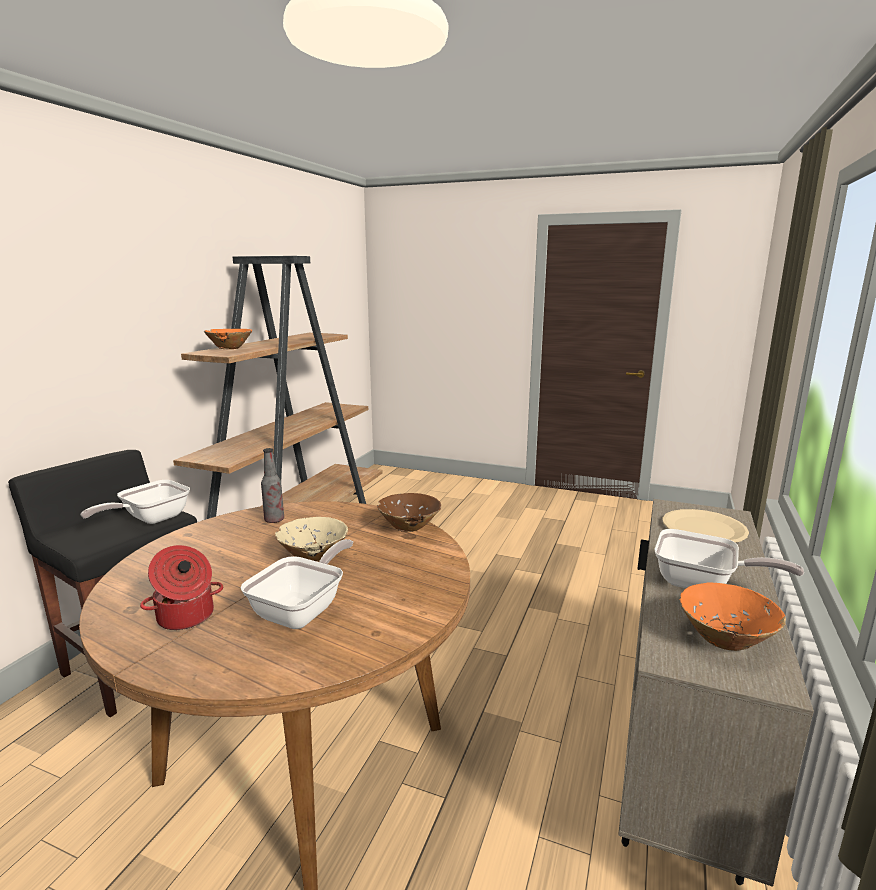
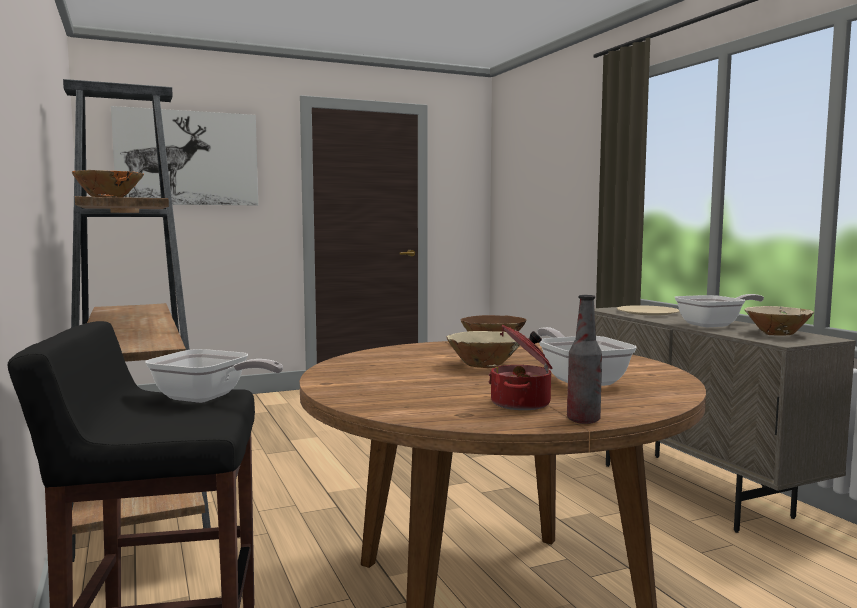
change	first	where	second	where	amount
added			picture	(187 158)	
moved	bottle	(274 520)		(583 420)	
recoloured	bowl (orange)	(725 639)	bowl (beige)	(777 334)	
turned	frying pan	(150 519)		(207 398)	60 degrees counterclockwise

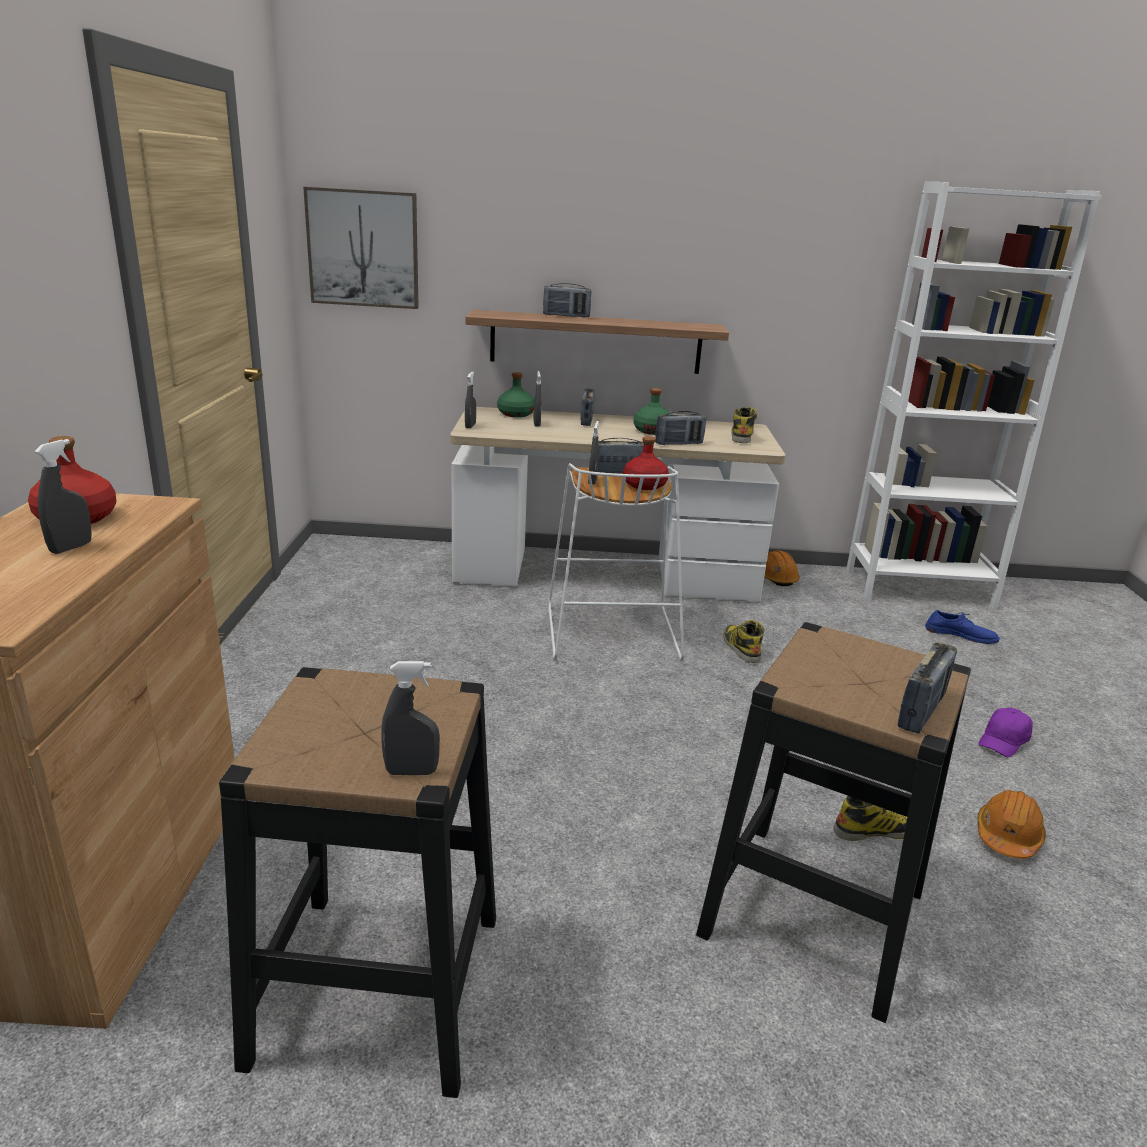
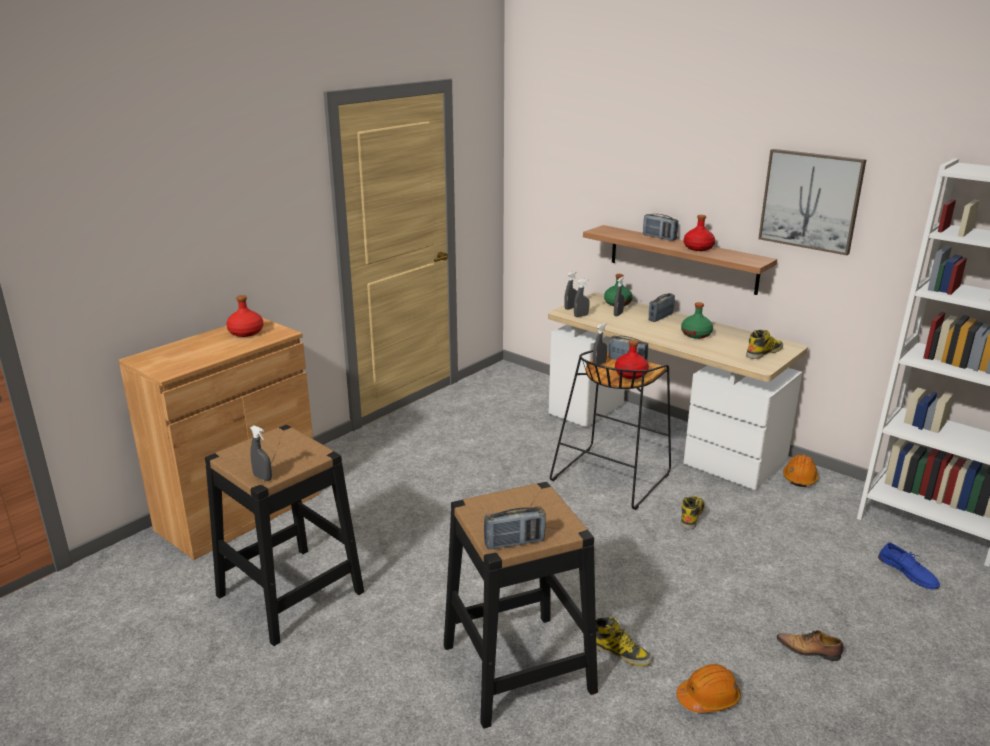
change	first	where	second	where	amount
removed	radio	(679 443)			
added			bottle (red)	(698 248)	
moved	spray bottle (grey)	(71 548)		(581 316)	
moved	picture	(363 248)		(810 200)	
replaced	cap (purple)	(1003 741)	shoe	(809 651)	
recoloured	stool (white)	(610 633)	stool (black)	(610 476)	

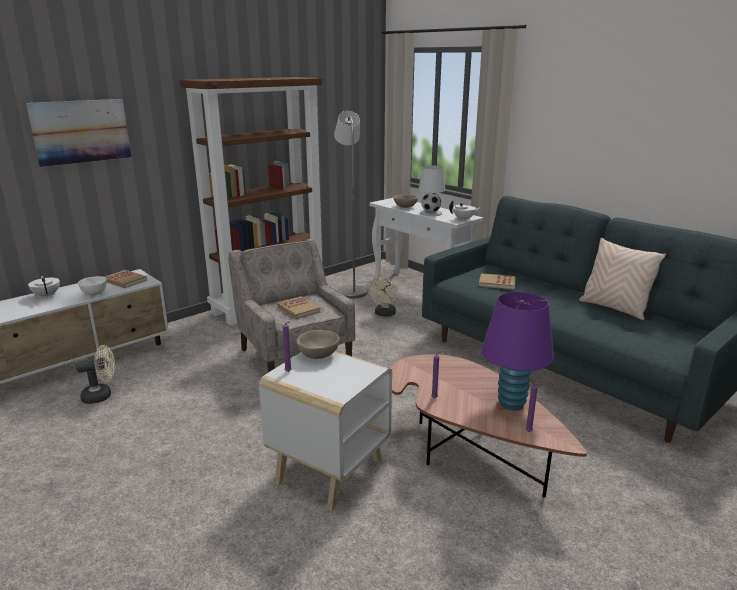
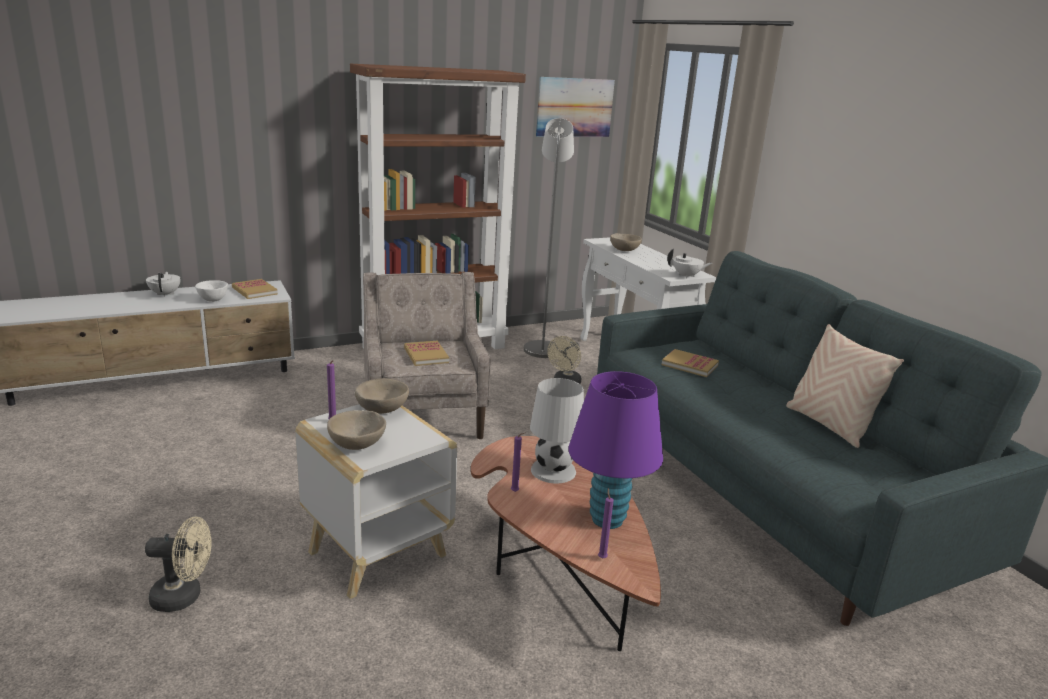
change	first	where	second	where	amount
added			bowl (beige)	(357 445)	
moved	picture	(81 131)		(575 107)	
moved	fan (beige)	(102 396)		(184 597)	
moved	table lamp (white)	(431 213)		(554 471)	

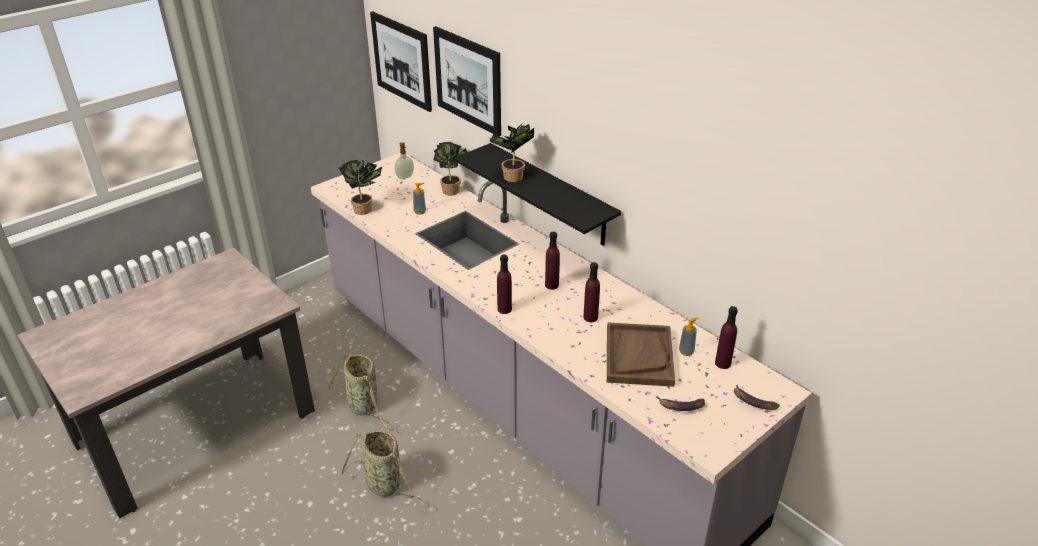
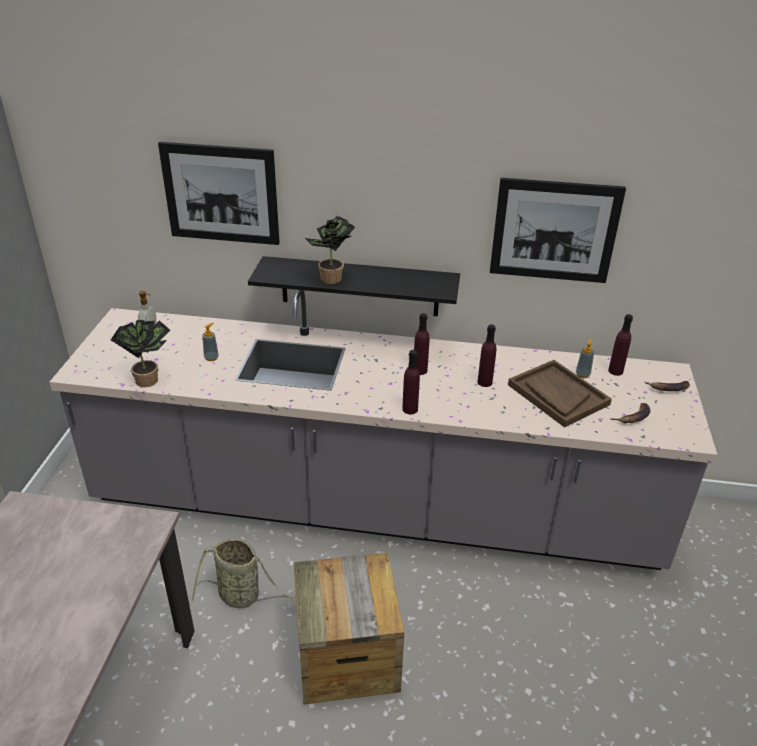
change	first	where	second	where	amount
removed	potted plant	(453 191)			
moved	picture	(402 61)		(554 231)	
replaced	basket	(386 486)	crate	(347 655)	

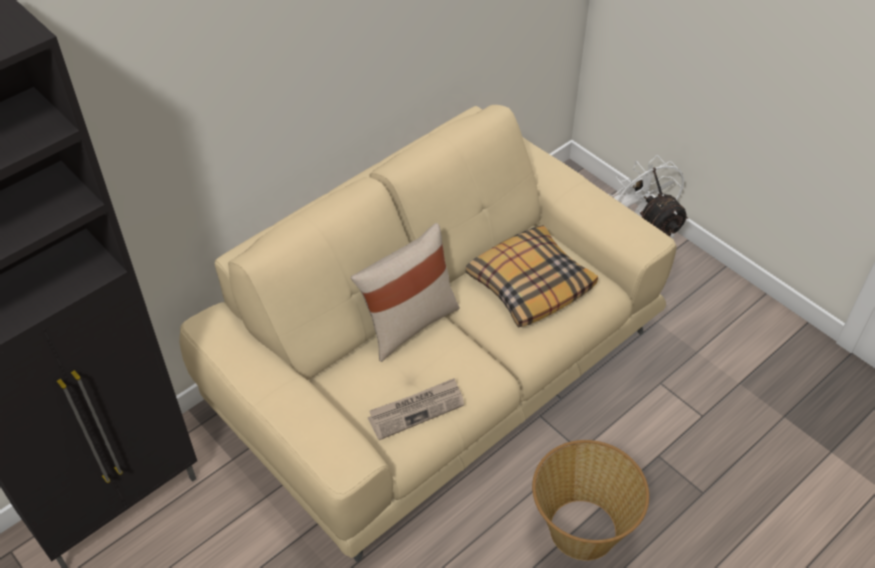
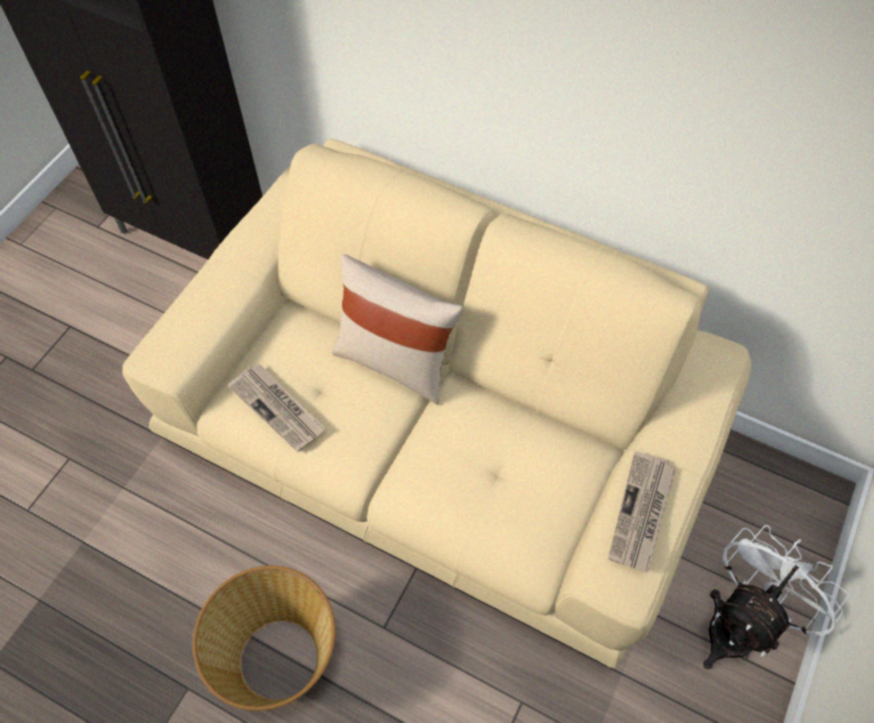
change	first	where	second	where	amount
removed	pillow	(529 284)			
added			newspaper	(642 513)	

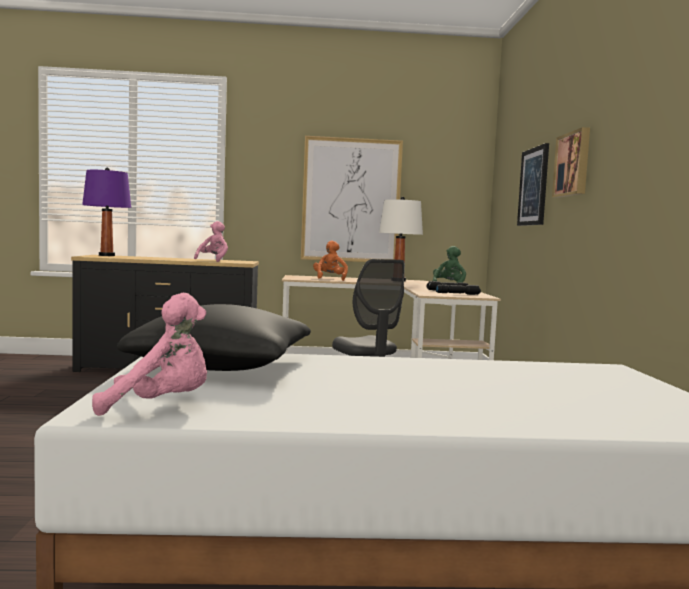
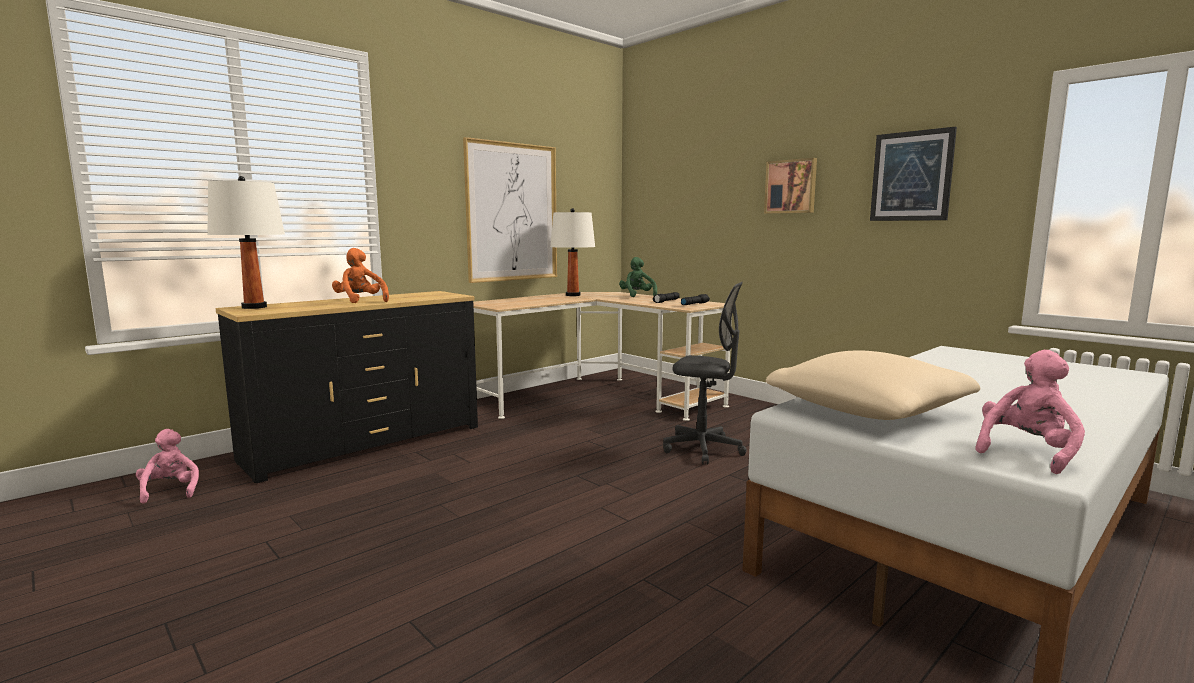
change	first	where	second	where	amount
moved	plush toy (pink)	(213 260)		(170 491)	
moved	plush toy (orange)	(330 279)		(360 301)	
moved	picture	(534 186)		(911 176)	
recoloured	table lamp (purple)	(106 255)	table lamp (white)	(254 307)	
recoloured	pillow (black)	(222 366)	pillow (beige)	(868 410)	

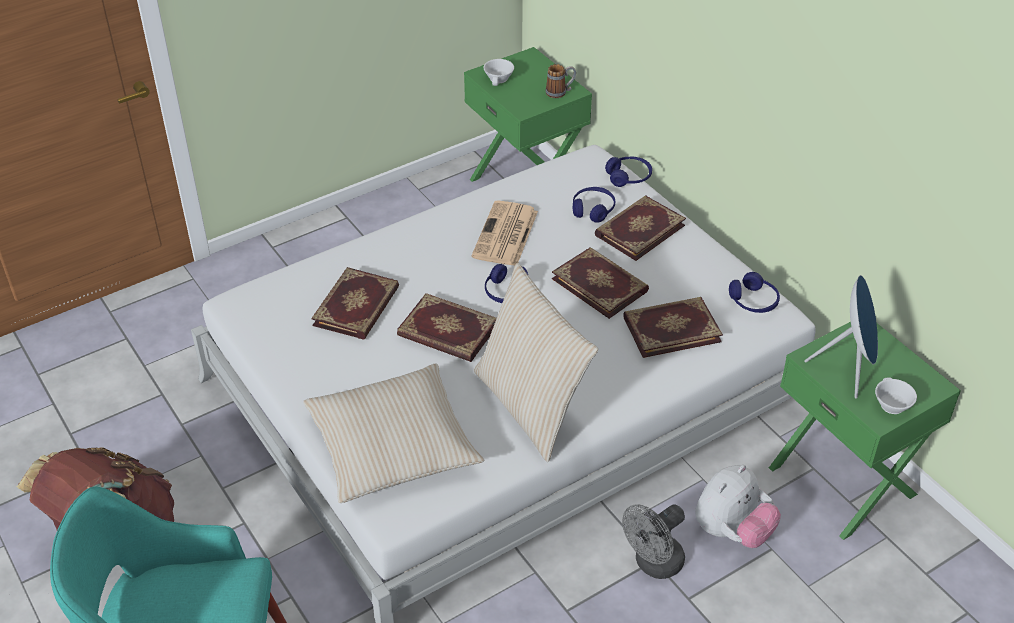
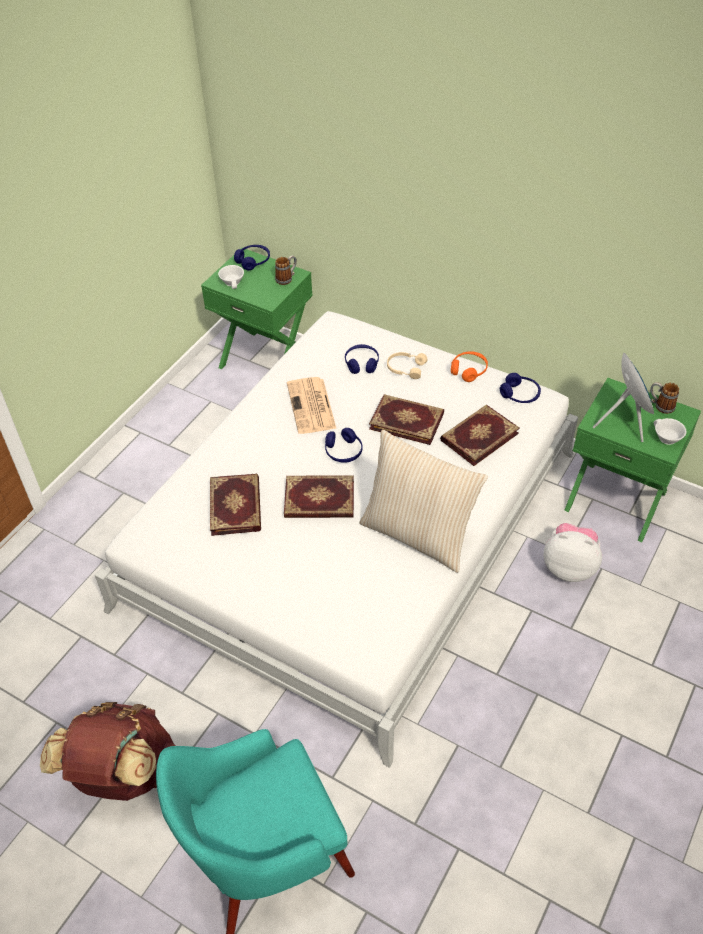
change	first	where	second	where	amount
removed	pillow (beige)	(392 445)			
removed	fan (grey)	(653 564)			
added			headphones (orange)	(468 370)	
added			mug	(660 406)	
moved	headphones (blue)	(629 177)		(253 261)	
replaced	book	(638 230)	headphones (beige)	(405 368)	
turned	plush toy	(732 531)		(569 567)	90 degrees counterclockwise

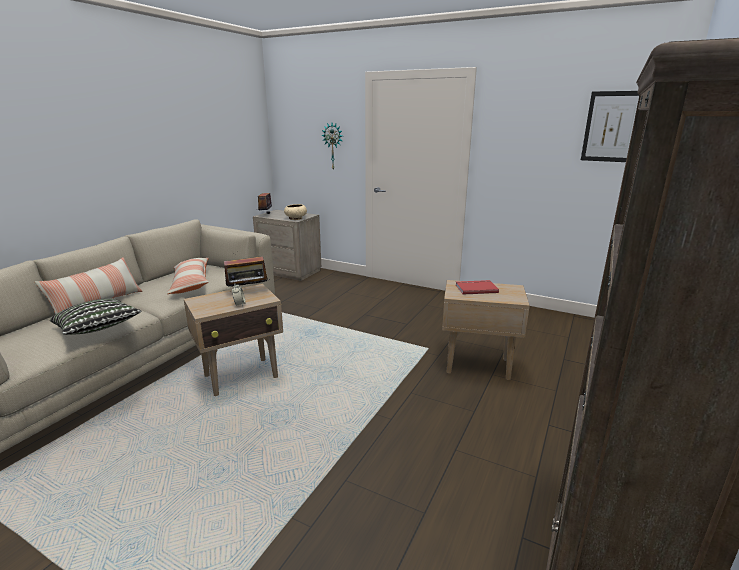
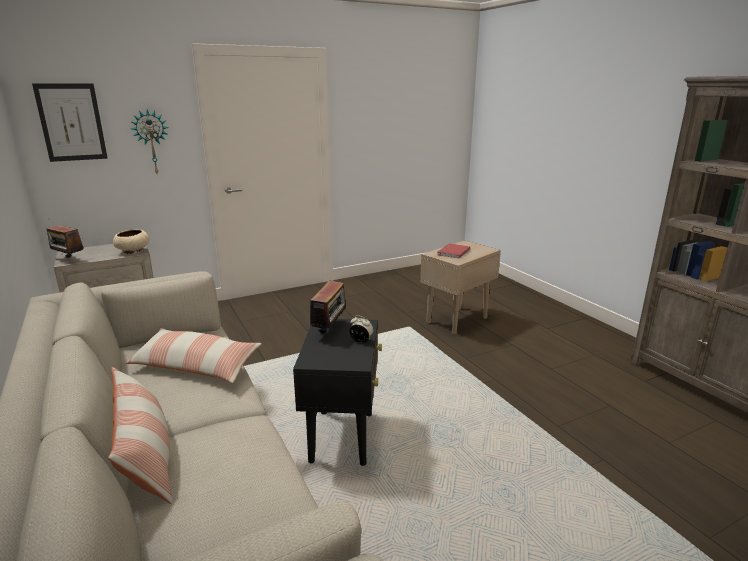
change	first	where	second	where	amount
removed	pillow	(98 329)			
moved	picture	(611 127)		(71 122)	
recoloured	side table (beige)	(242 376)	side table (black)	(342 436)	

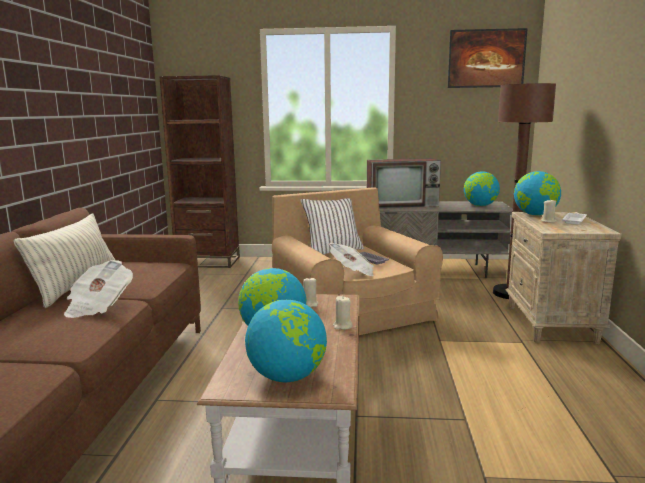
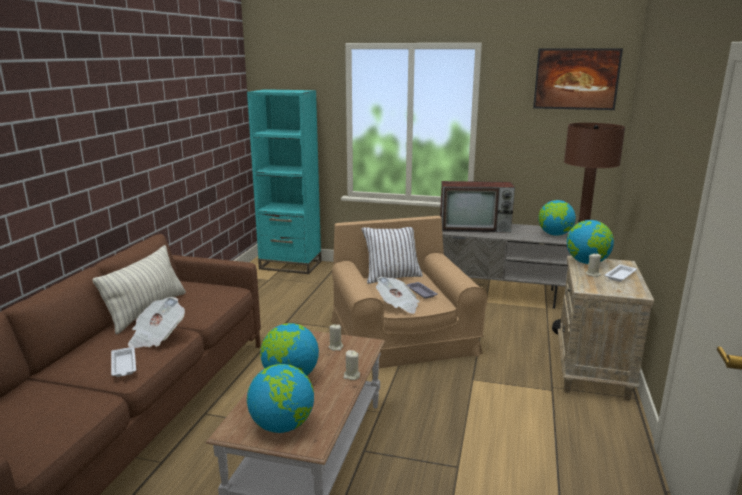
change	first	where	second	where	amount
added			tray (white)	(124 365)	
recoloured	bookcase (brown)	(208 262)	bookcase (turquoise)	(290 265)	

